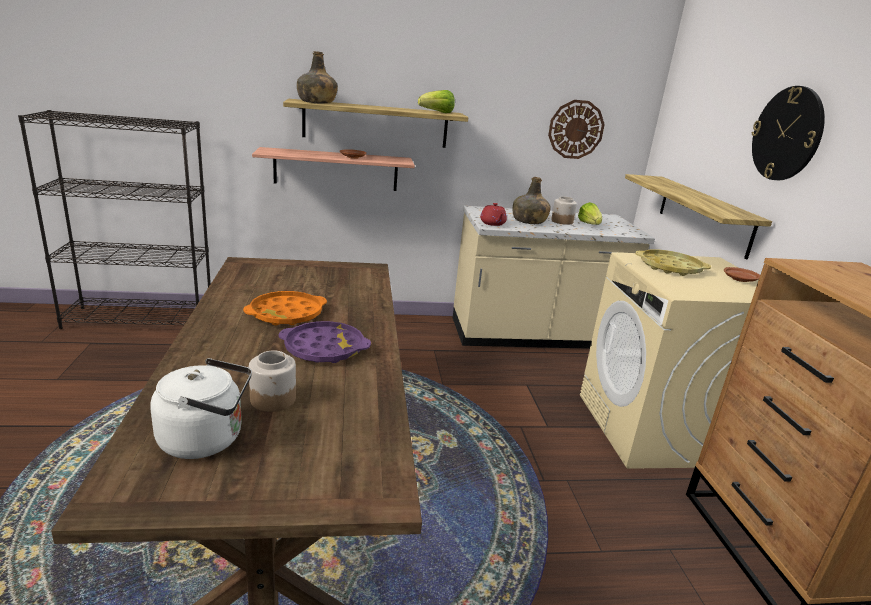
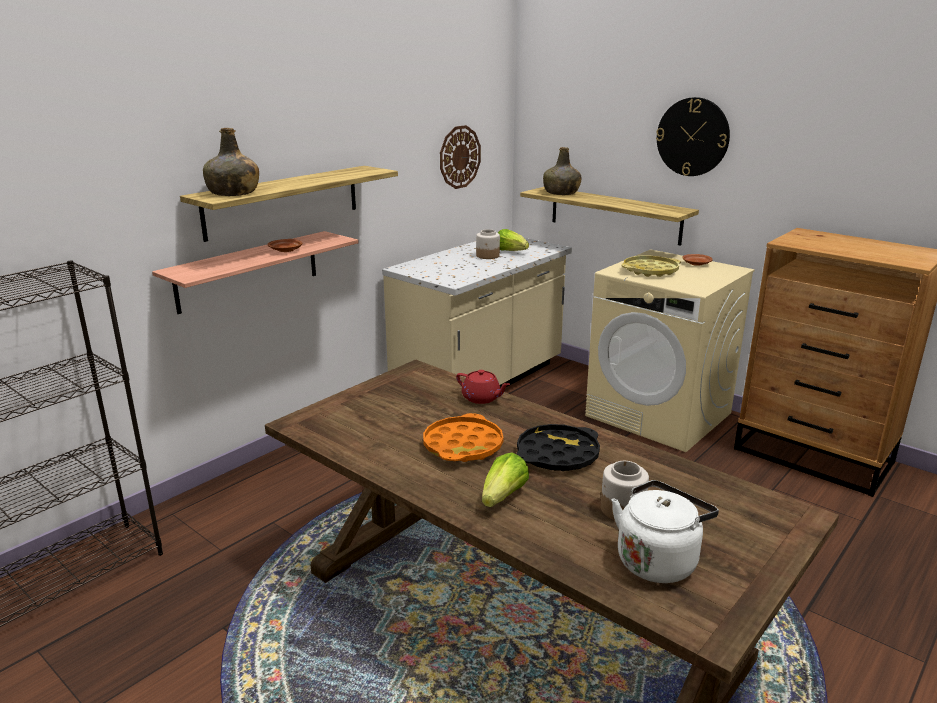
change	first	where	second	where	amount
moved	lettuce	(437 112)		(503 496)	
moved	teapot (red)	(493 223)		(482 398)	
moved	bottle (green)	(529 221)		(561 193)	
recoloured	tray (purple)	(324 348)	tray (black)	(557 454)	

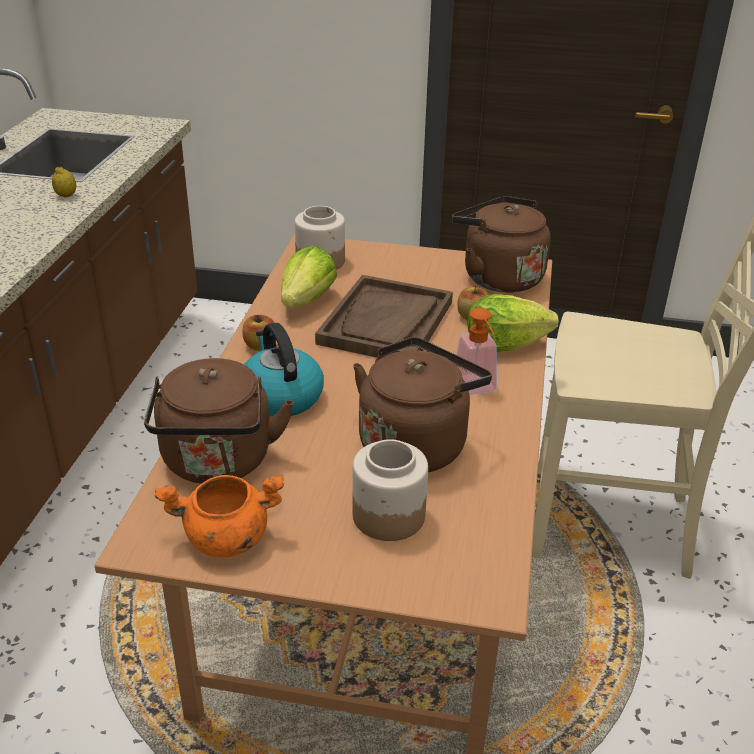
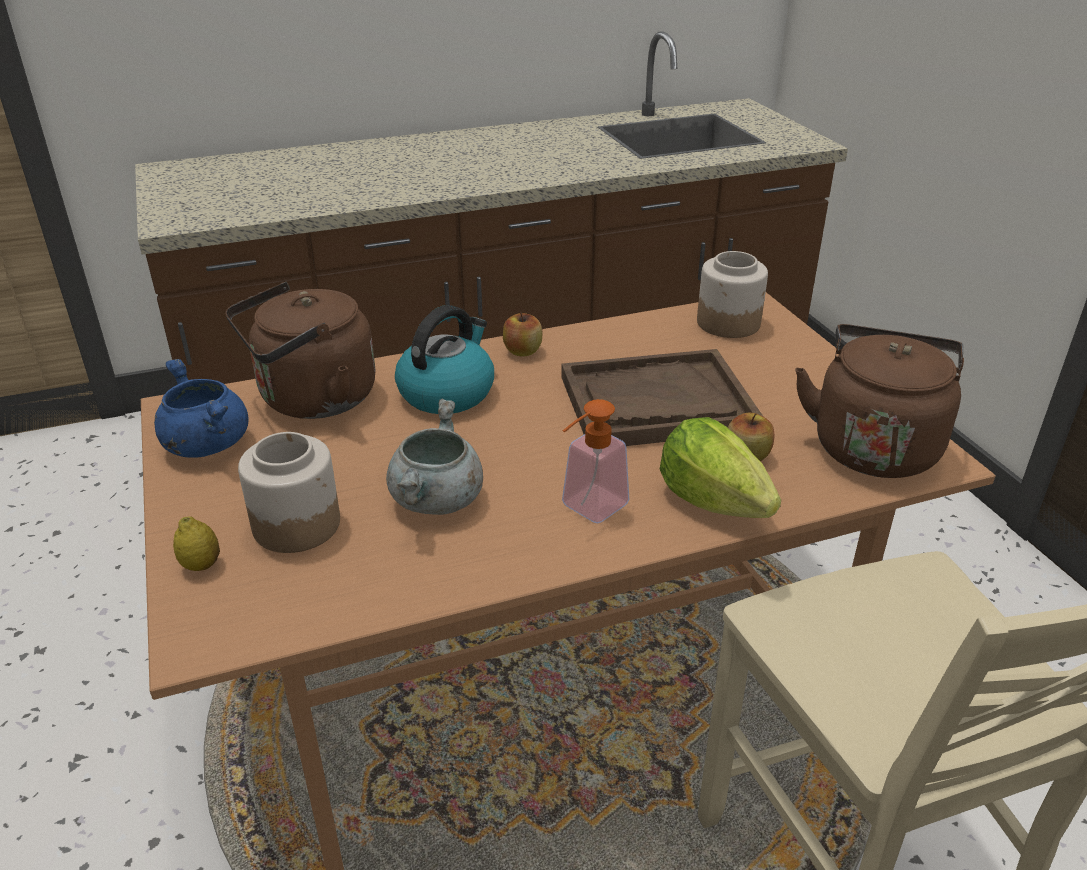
change	first	where	second	where	amount
removed	lettuce	(307 300)			
moved	lemon	(66 195)		(201 565)	
replaced	kettle (brown)	(415 443)	cooking pot (grey)	(437 501)	
recoloured	cooking pot (orange)	(225 539)	cooking pot (blue)	(205 444)	

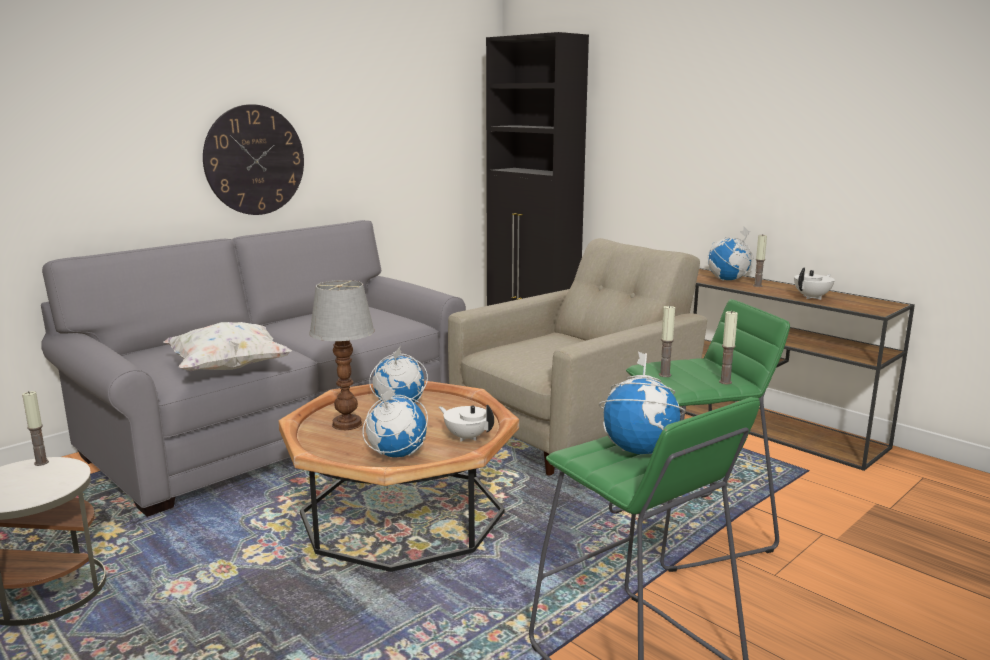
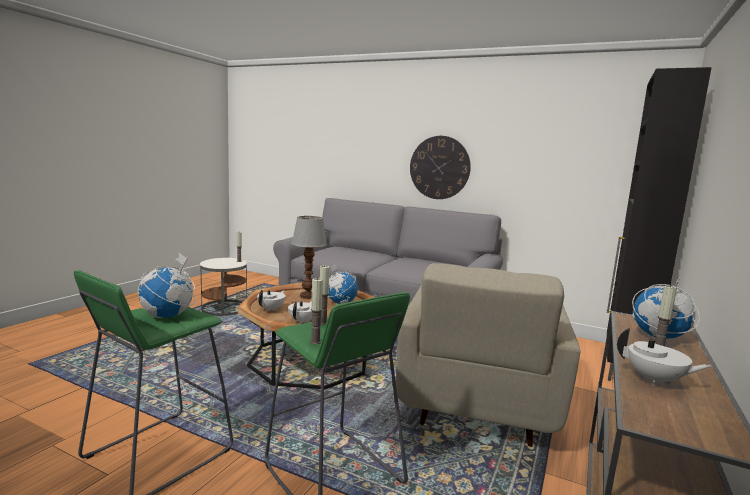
change	first	where	second	where	amount
removed	pillow (white)	(228 369)			
replaced	globe	(396 455)	teapot (white)	(271 309)	
turned	armchair (beige)	(577 432)		(477 405)	75 degrees clockwise

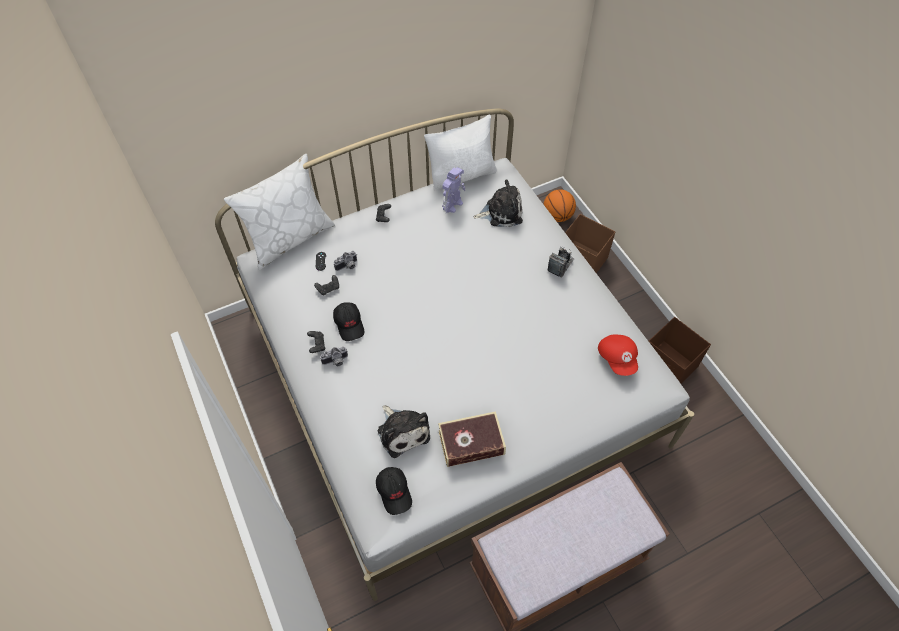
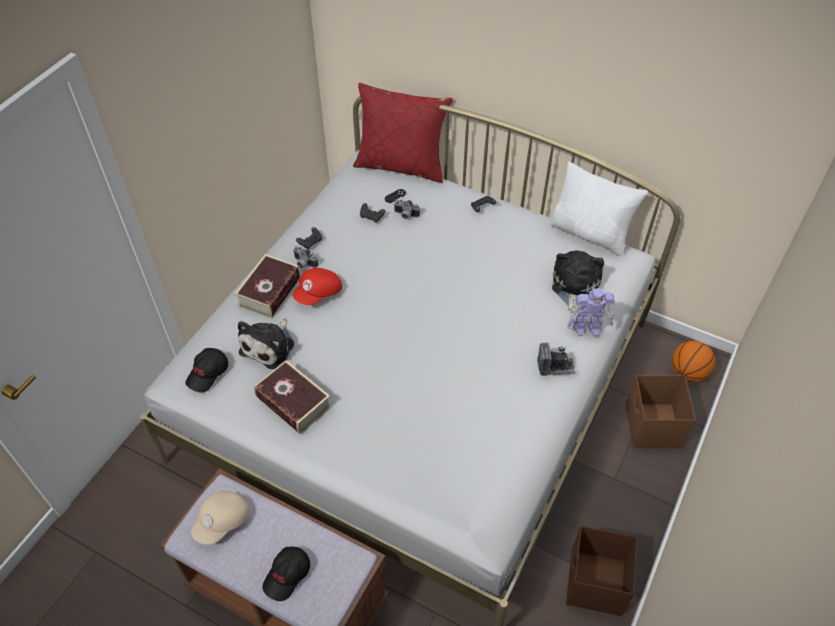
change	first	where	second	where	amount
added			cap (beige)	(223 522)	
added			book	(269 291)	
moved	cap (black)	(349 324)		(287 575)	
moved	toy robot	(453 204)		(588 328)	
moved	cap (red)	(617 358)		(319 294)	
recoloured	pillow (white)	(289 238)	pillow (red)	(401 165)	
turned	plush toy	(501 212)		(574 286)	120 degrees counterclockwise

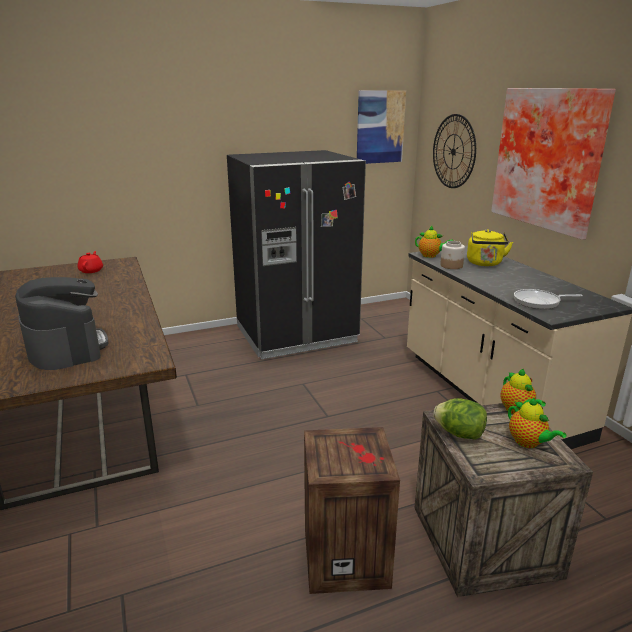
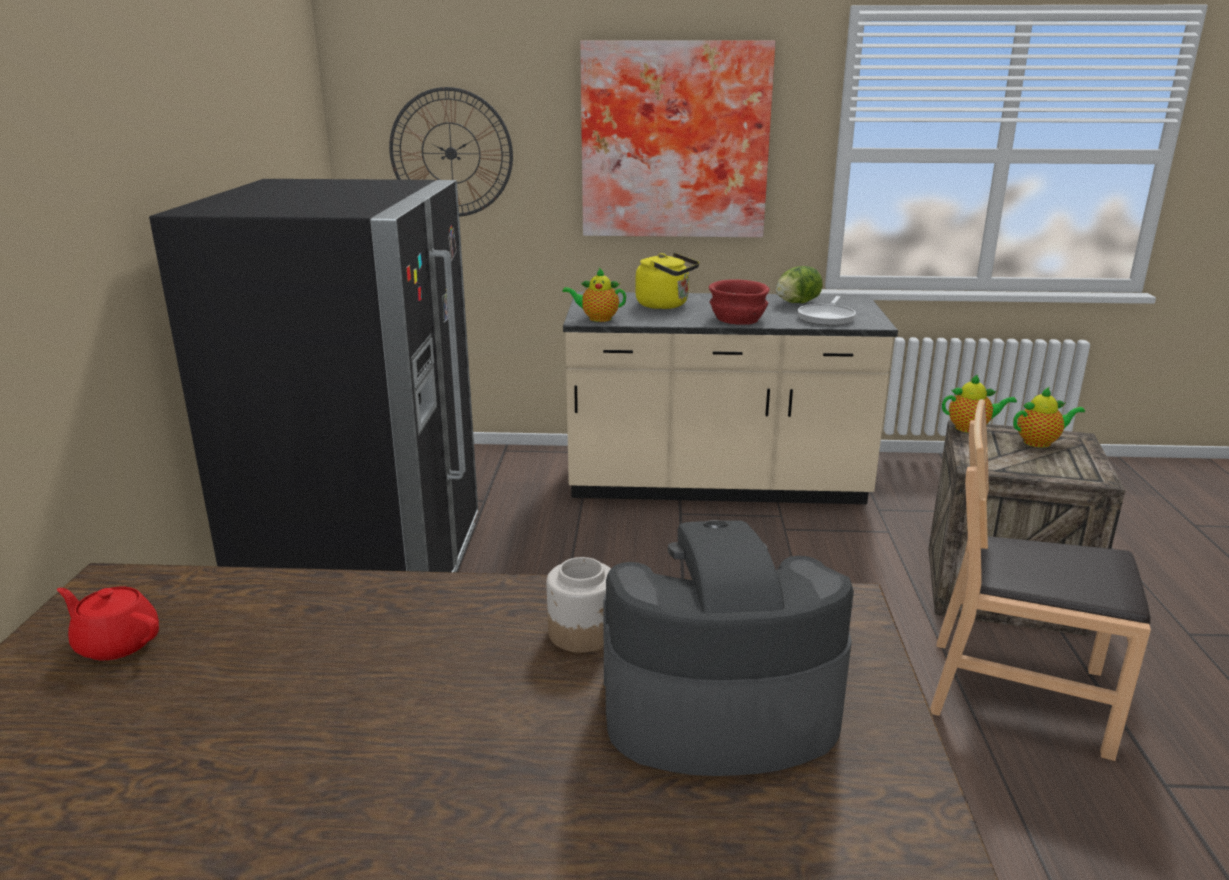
change	first	where	second	where	amount
removed	picture	(380 127)			
added			bowl (red)	(738 319)	
moved	lettuce	(459 434)		(797 303)	
moved	jar	(451 266)		(583 633)	
replaced	crate	(347 556)	chair (brown)	(1019 693)	
turned	teapot	(431 256)		(597 318)	135 degrees counterclockwise

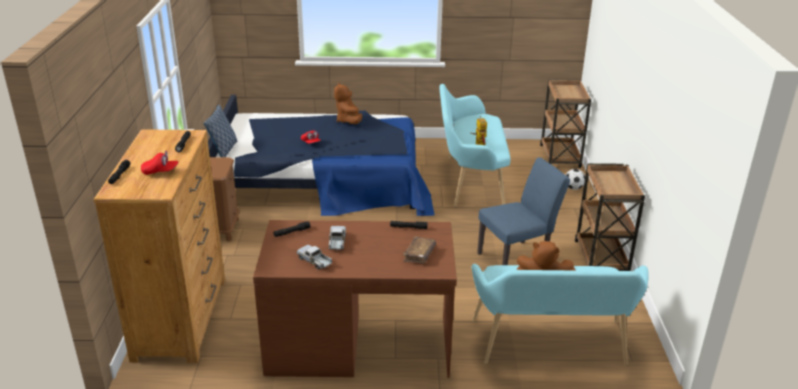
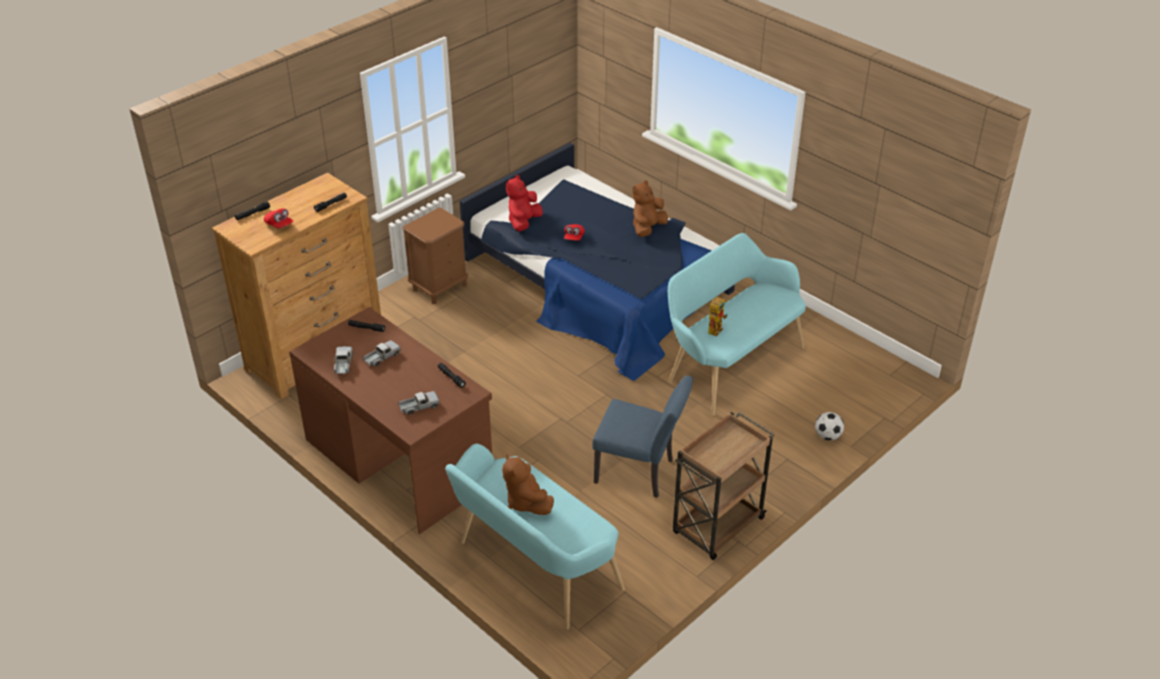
change	first	where	second	where	amount
removed	pillow	(224 151)			
removed	cart (brown)	(560 157)			
added			plush toy (red)	(523 222)	
replaced	book (brown)	(419 254)	toy truck	(419 407)	

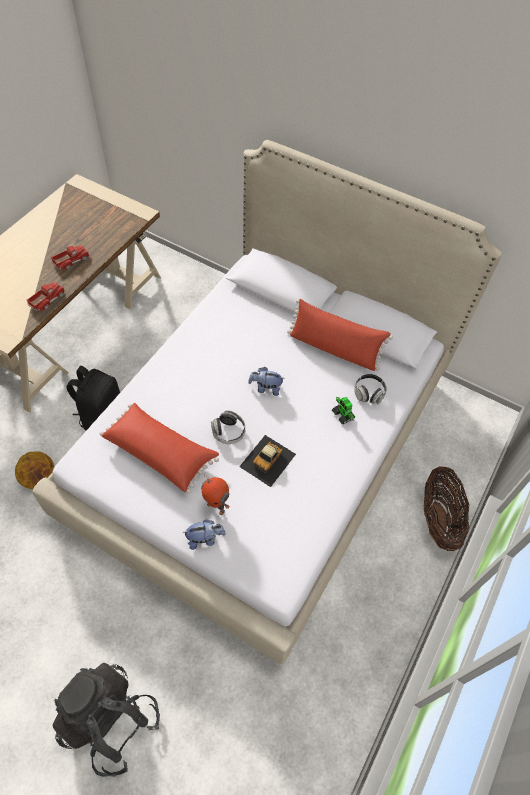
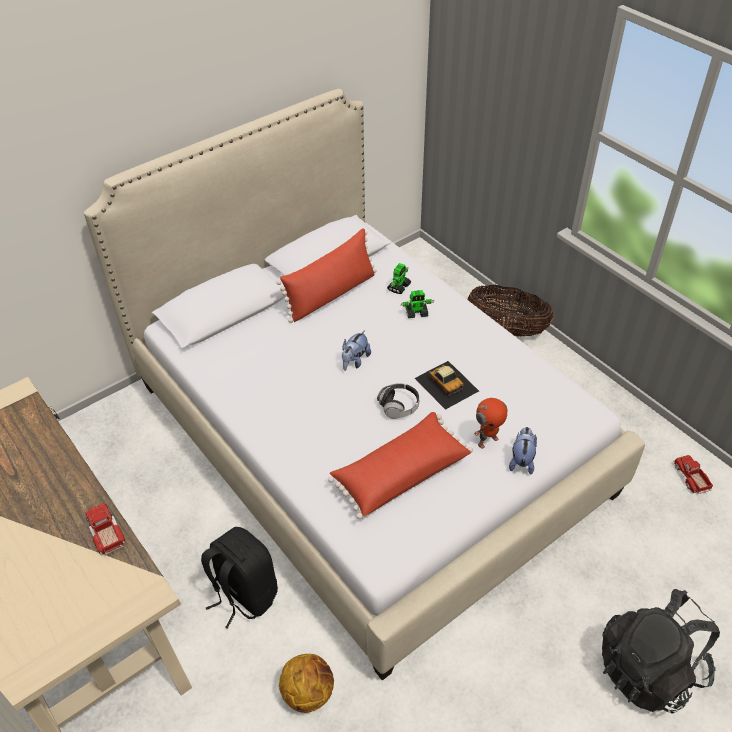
change	first	where	second	where	amount
moved	toy truck	(71 260)		(690 477)	
replaced	headphones	(369 393)	toy robot	(399 287)	

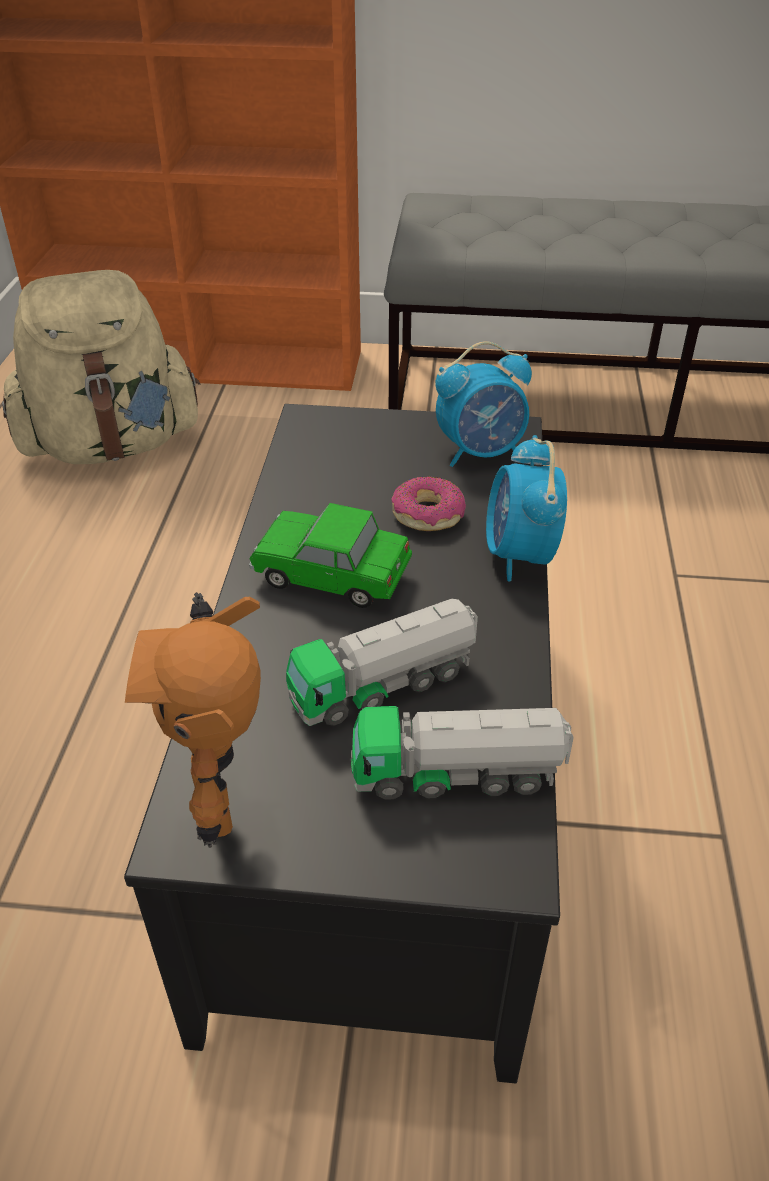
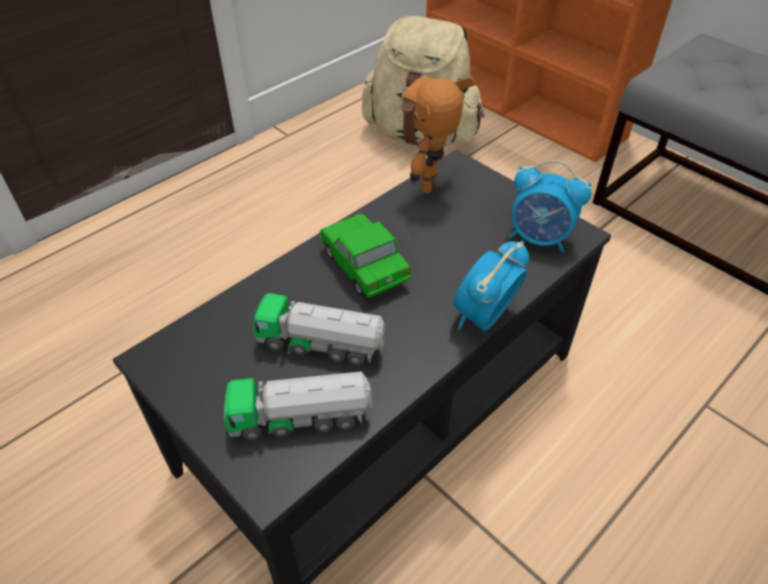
change	first	where	second	where	amount
removed	donut	(427 514)			
moved	toy robot	(226 804)		(435 185)	
turned	toy truck	(457 774)		(300 418)	45 degrees counterclockwise

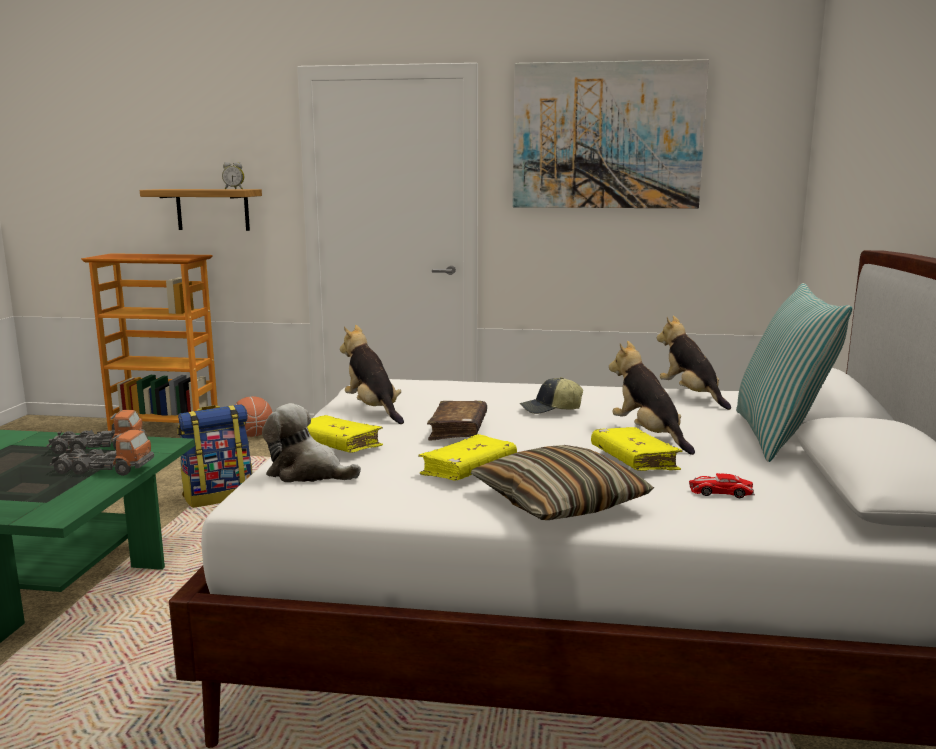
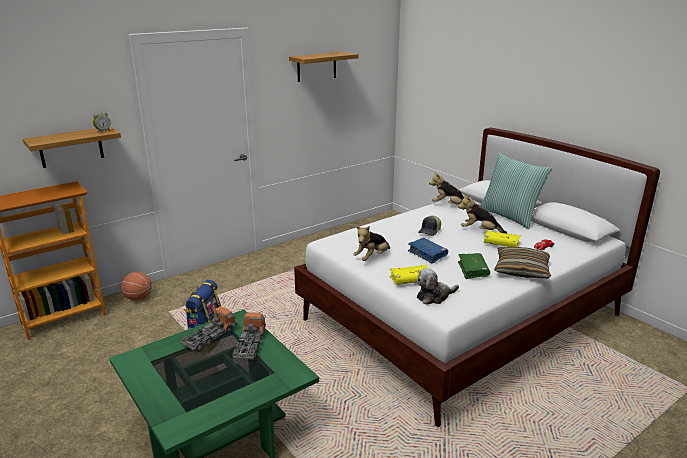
change	first	where	second	where	amount
replaced	picture	(607 136)	shelf	(316 66)	
recoloured	book (yellow)	(468 470)	book (green)	(473 270)	
recoloured	book (brown)	(458 430)	book (blue)	(427 254)	
turned	toy truck	(103 469)		(250 345)	45 degrees counterclockwise
turned	plush toy	(373 410)		(372 257)	60 degrees counterclockwise

